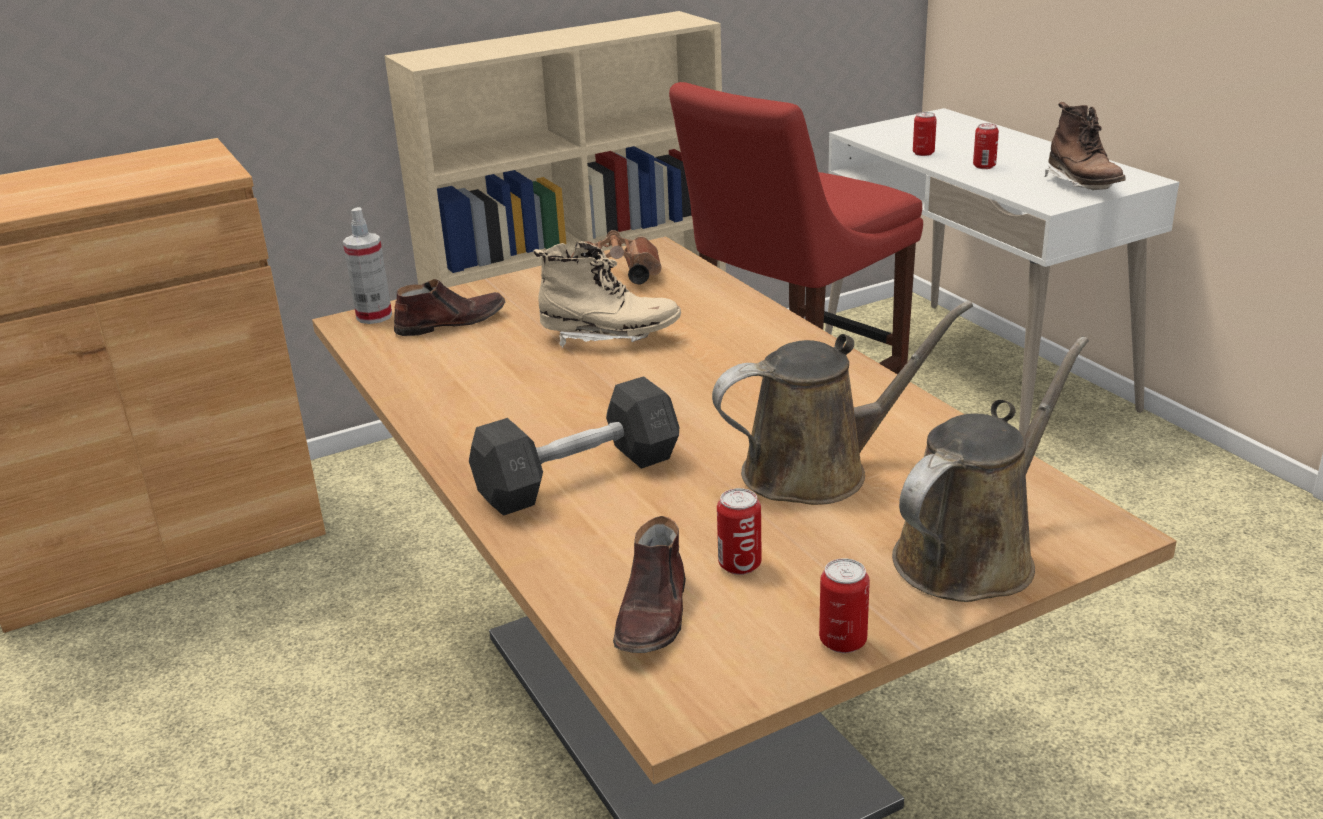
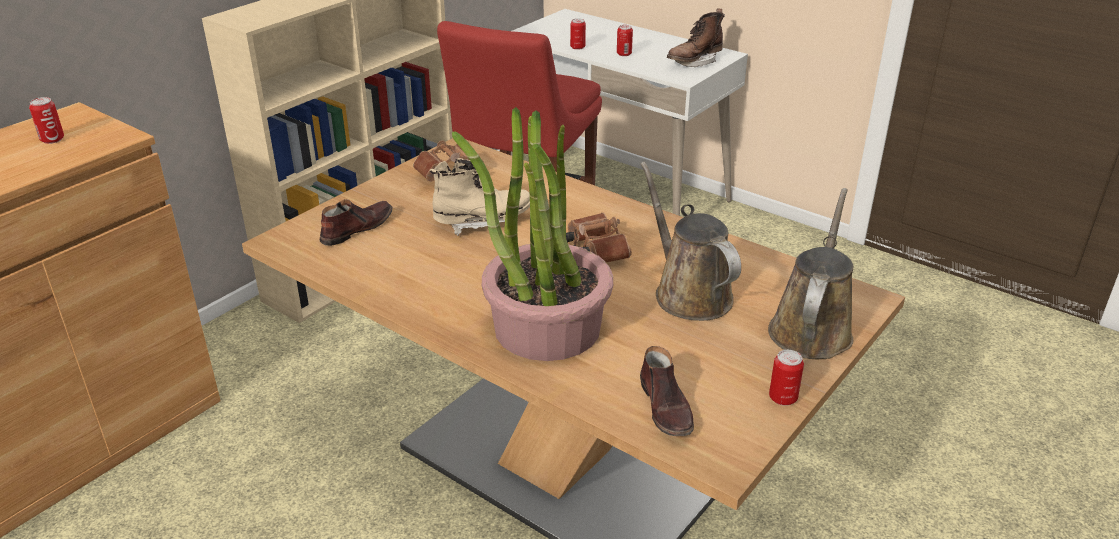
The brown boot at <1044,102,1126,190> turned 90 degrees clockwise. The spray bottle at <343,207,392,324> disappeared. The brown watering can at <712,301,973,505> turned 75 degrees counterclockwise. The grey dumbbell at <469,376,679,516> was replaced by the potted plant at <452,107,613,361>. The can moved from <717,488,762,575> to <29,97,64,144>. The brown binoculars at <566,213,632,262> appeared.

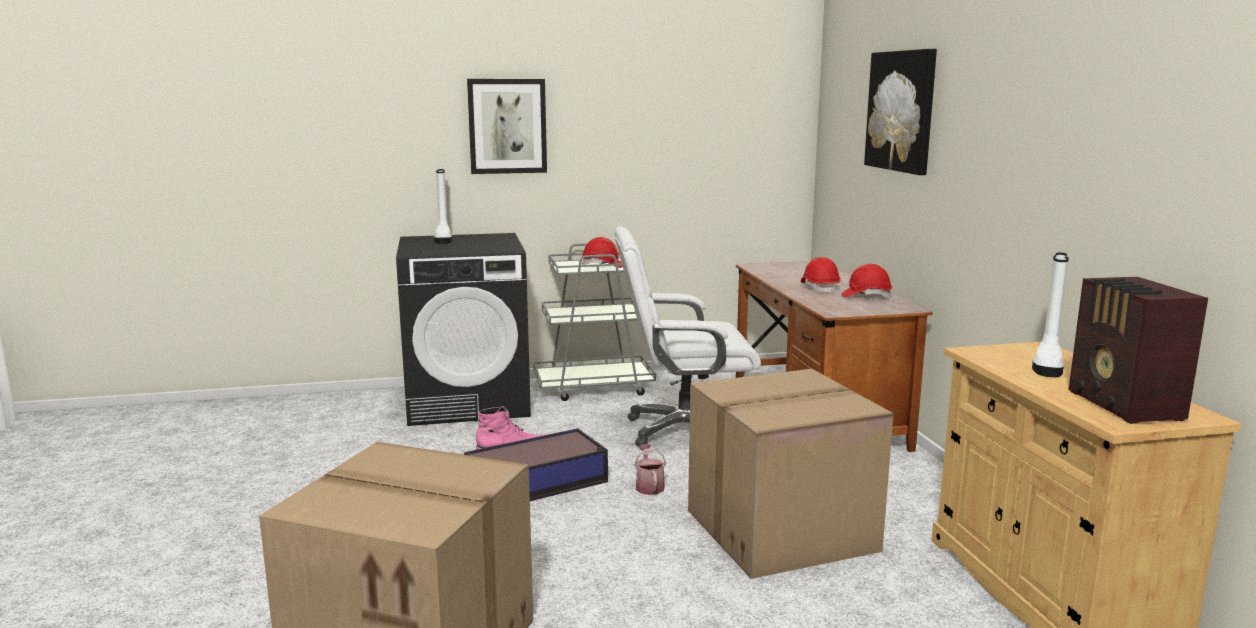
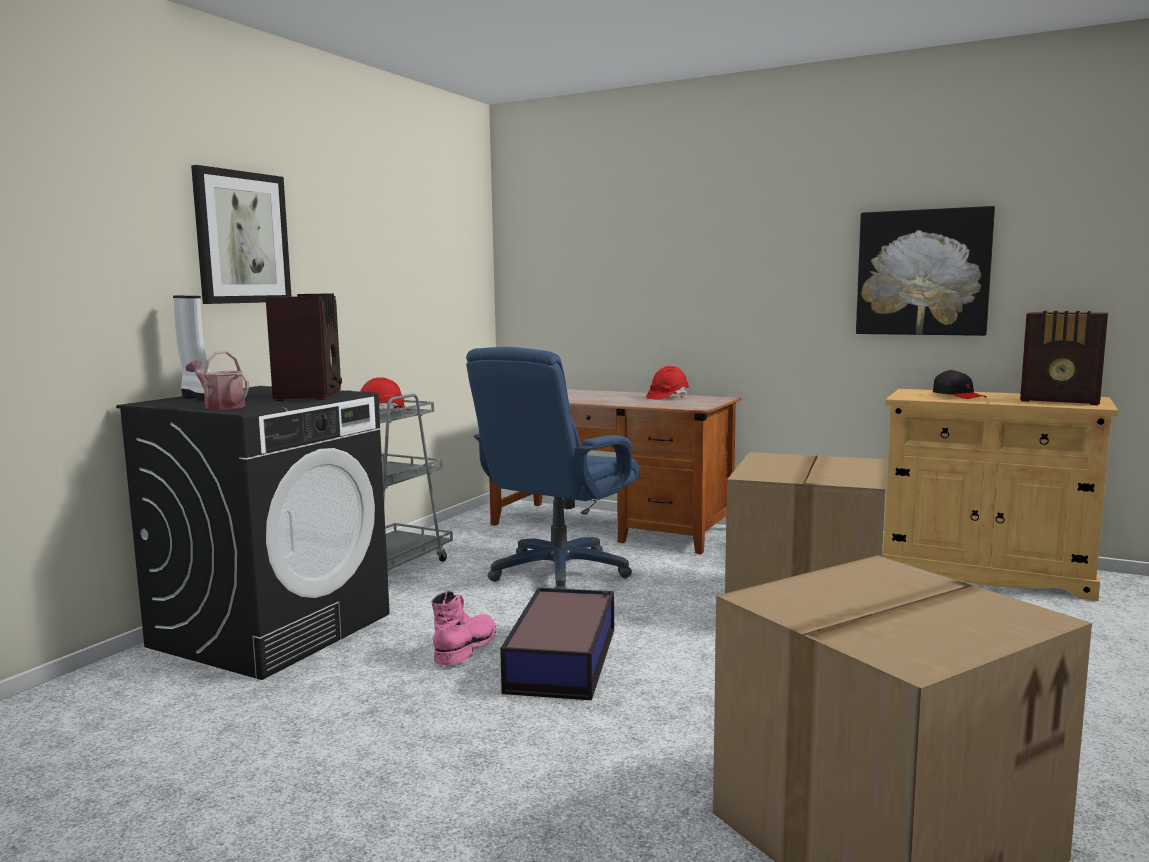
The picture moved from <864,49,937,175> to <856,206,995,336>. The white office chair at <614,226,761,446> became the blue office chair at <466,347,640,589>. The white boot at <1032,253,1069,377> was replaced by the black cap at <933,370,987,399>. The red hard hat at <801,257,841,294> disappeared. The watering can moved from <634,444,666,495> to <186,351,249,410>. The radio at <265,293,342,401> appeared.

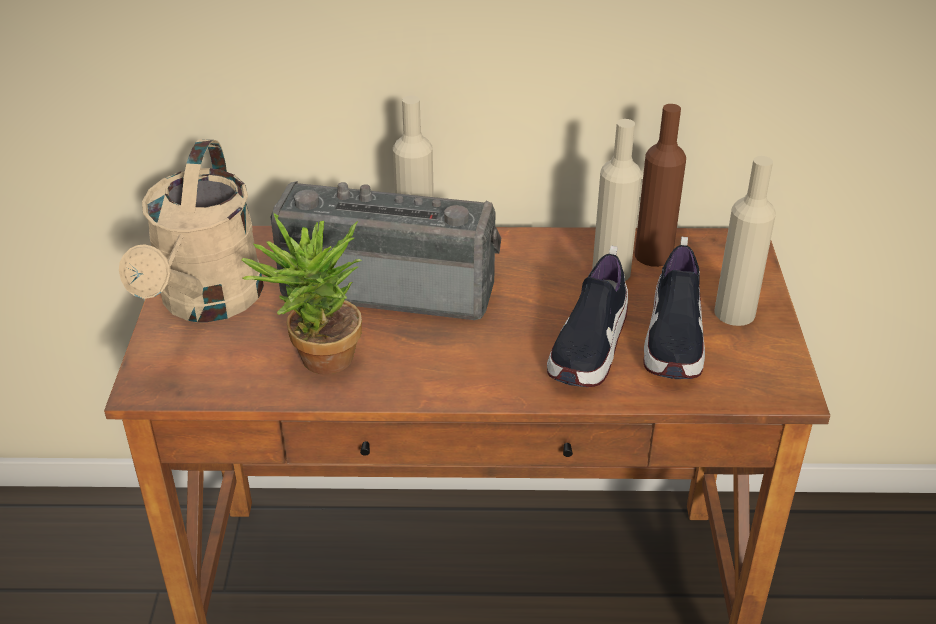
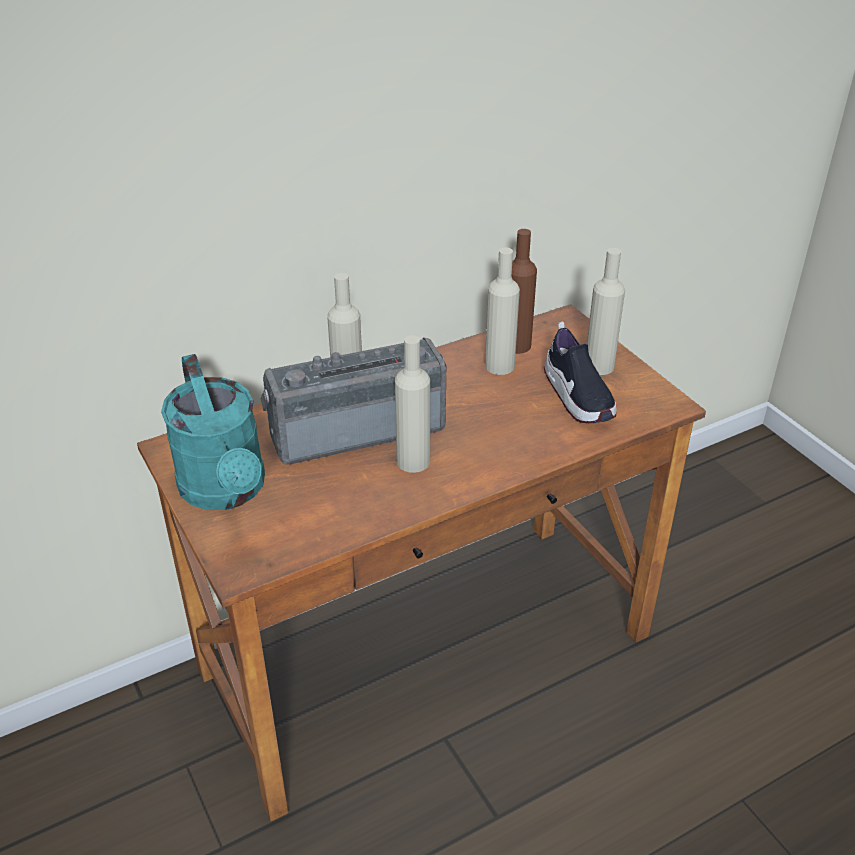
The beige watering can at <119,139,264,322> became the turquoise watering can at <161,354,265,510>. The potted plant at <242,213,362,374> disappeared. The shoe at <547,245,628,387> disappeared. The beige bottle at <395,335,430,473> appeared.

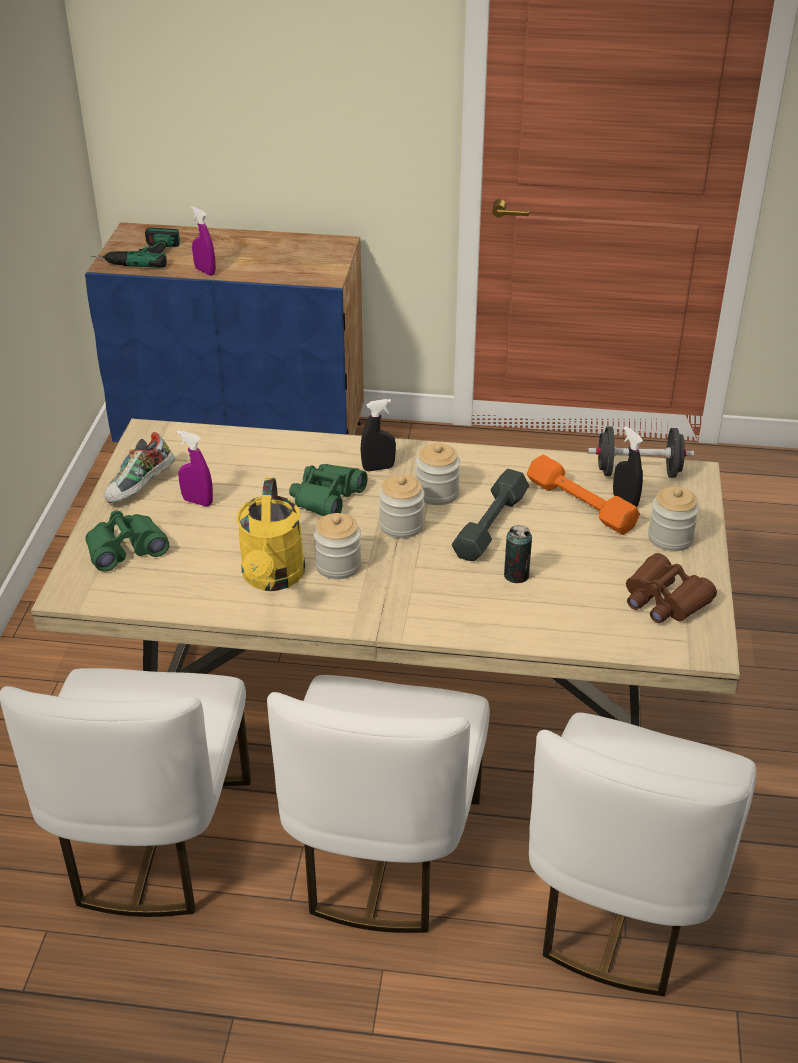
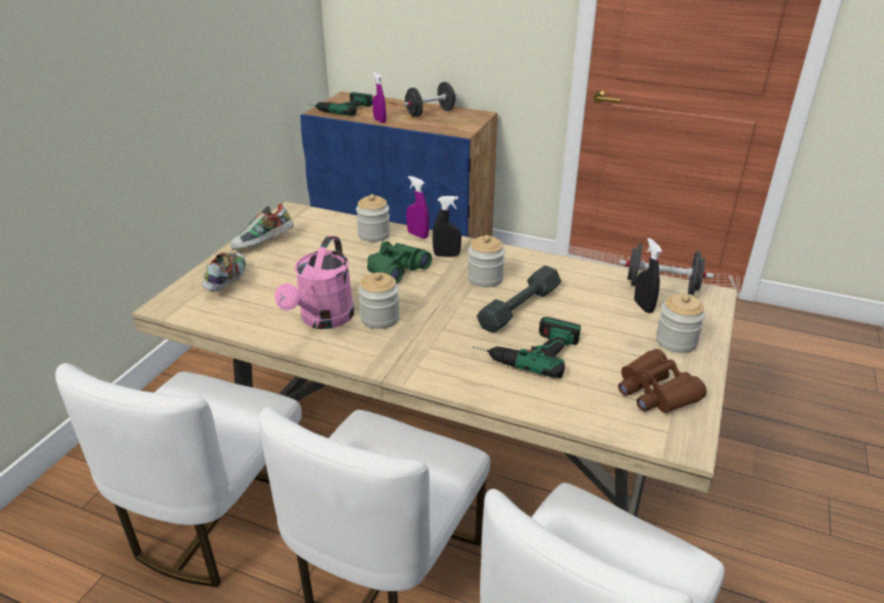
The purple spray bottle moved from <177,430,213,506> to <406,176,429,239>. The orange dumbbell at <527,455,640,535> disappeared. The jar moved from <379,474,425,539> to <356,194,390,242>. The yellow watering can at <236,478,305,591> became the pink watering can at <275,235,354,329>. The green binoculars at <85,510,169,572> was replaced by the shoe at <202,252,246,292>. The can at <504,525,532,583> was replaced by the power drill at <472,317,581,379>. The black dumbbell at <403,82,456,117> appeared.

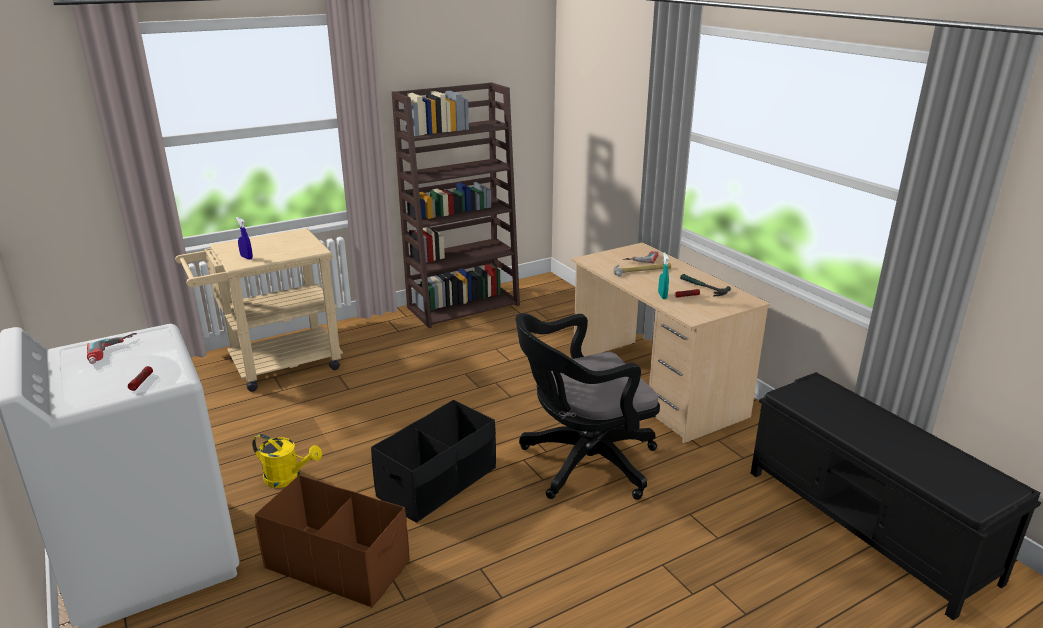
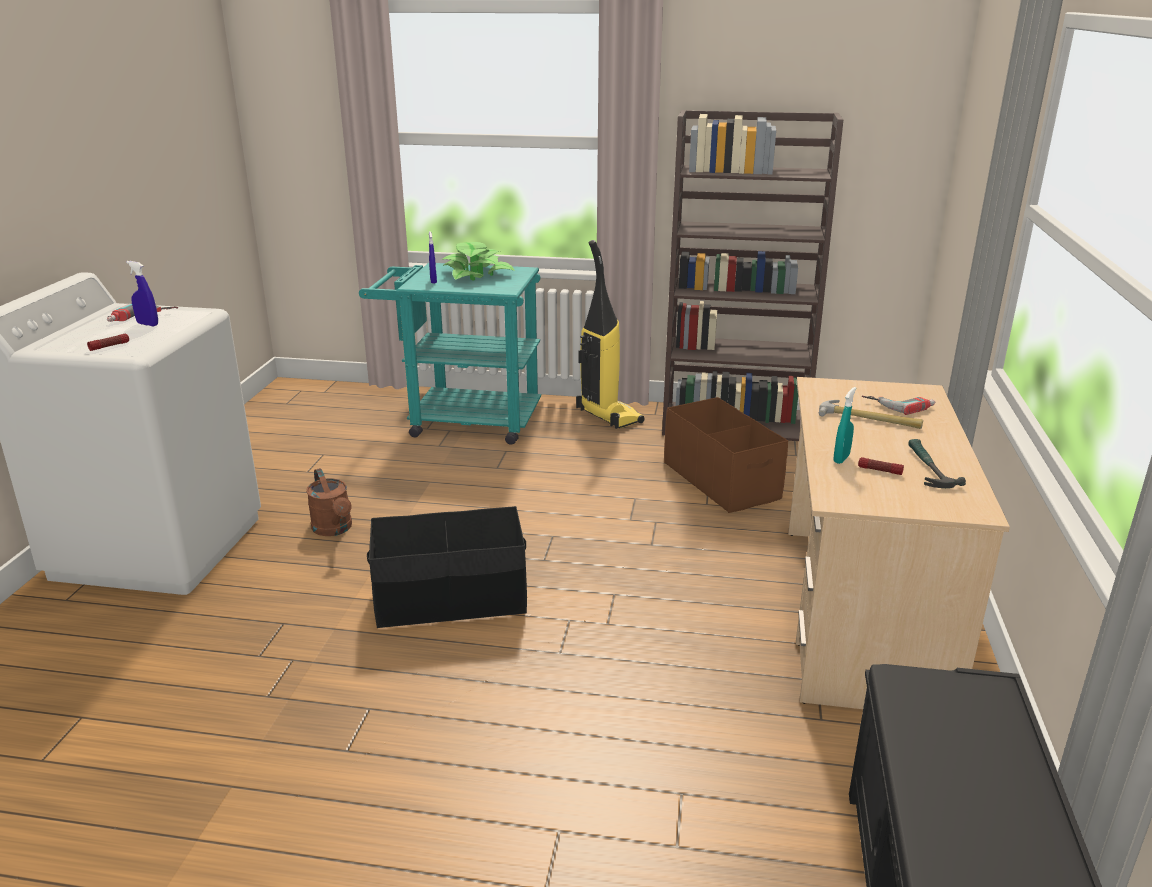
The beige cart at <175,228,343,392> became the turquoise cart at <359,263,541,445>. The black office chair at <515,313,660,500> disappeared. The yellow watering can at <252,434,322,488> became the brown watering can at <306,468,352,536>. The brown storage box moved from <255,475,409,608> to <664,397,788,513>. The vacuum cleaner at <576,240,645,429> appeared. The potted plant at <443,242,515,281> appeared. The blue spray bottle at <126,261,158,326> appeared.

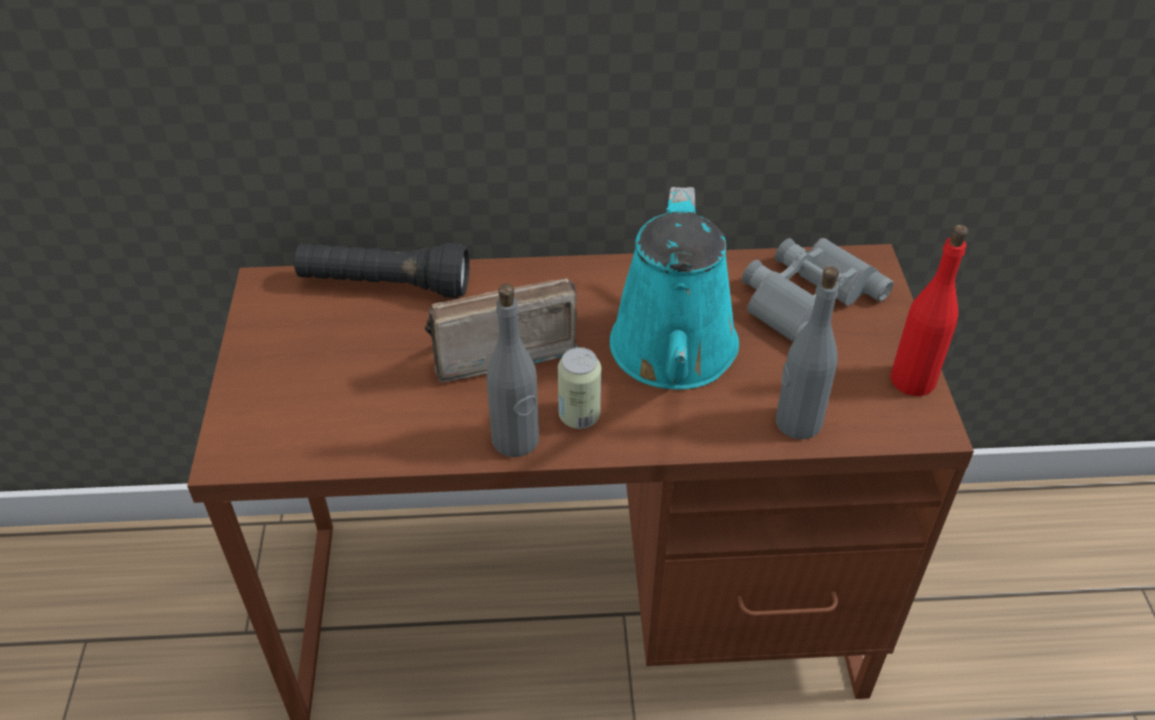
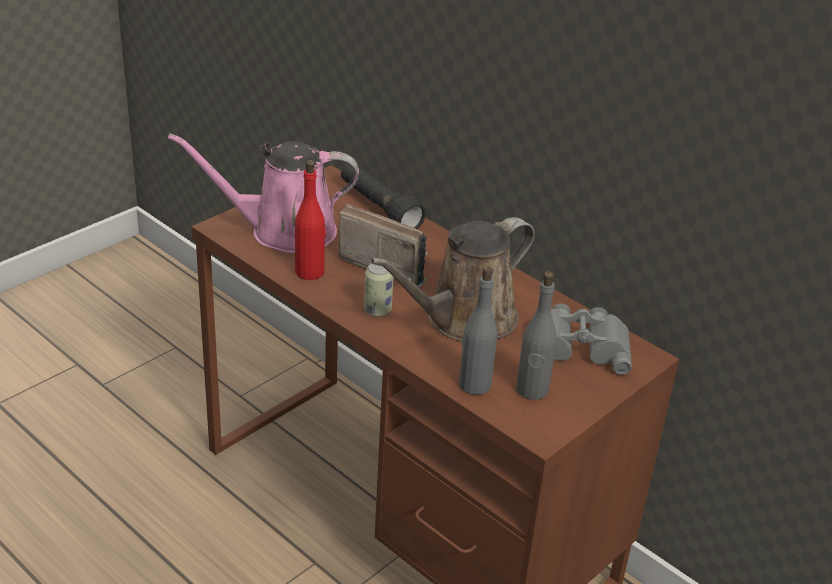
The turquoise watering can at <610,187,739,390> became the brown watering can at <370,217,535,341>. The red bottle moved from <890,225,968,396> to <295,160,326,280>. The grey bottle moved from <487,284,539,457> to <516,271,557,400>. The pink watering can at <168,133,359,254> appeared.

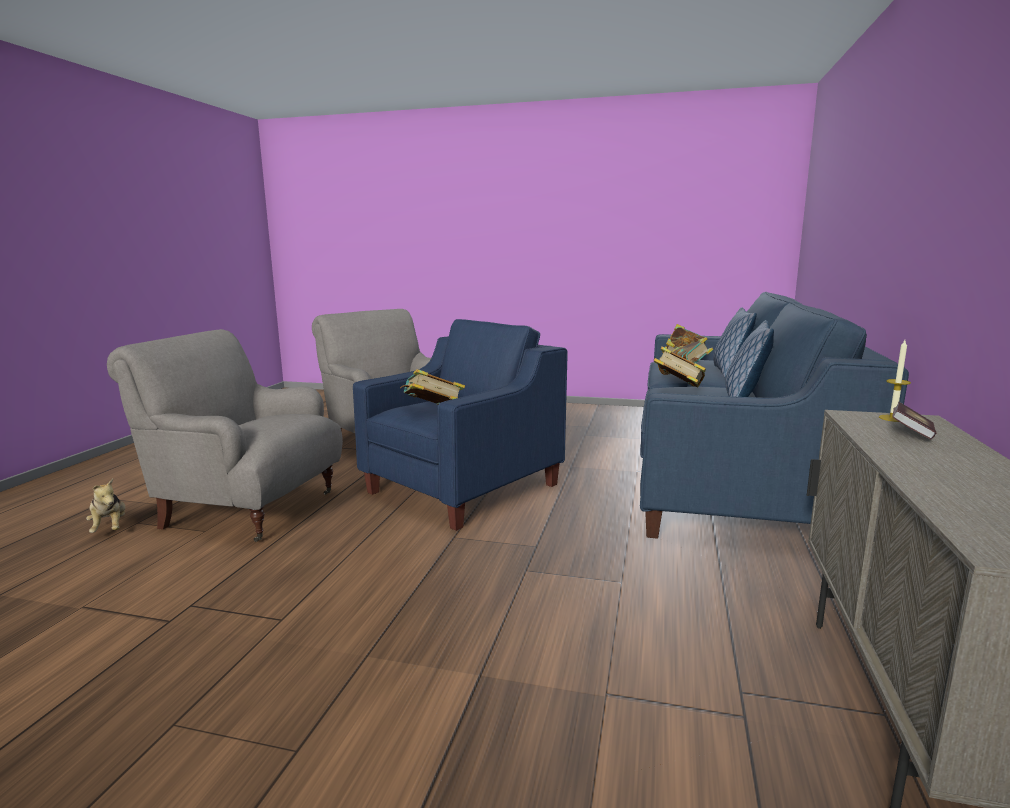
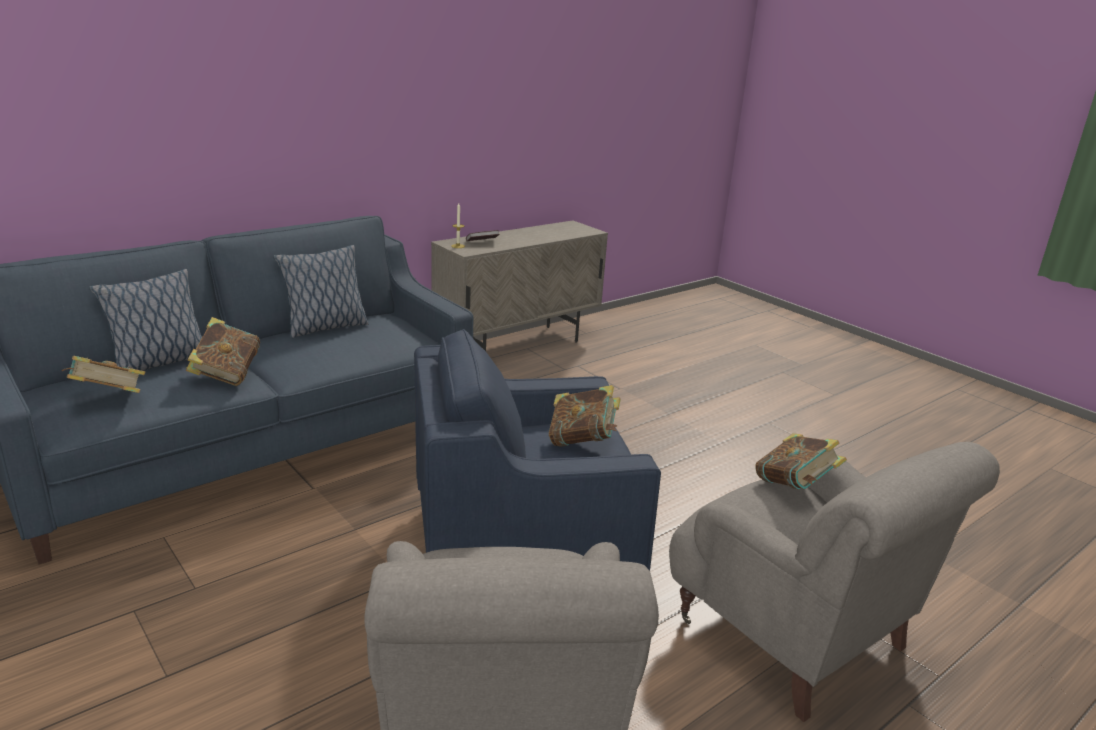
The book moved from <654,346,706,388> to <755,433,847,489>. The plush toy at <86,478,126,533> disappeared.

